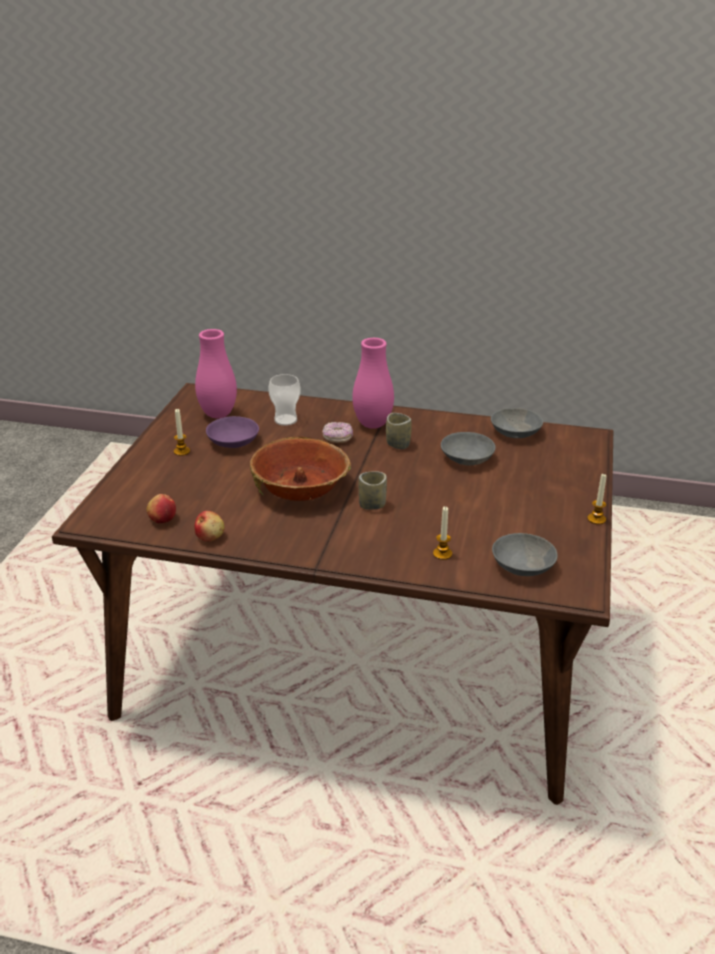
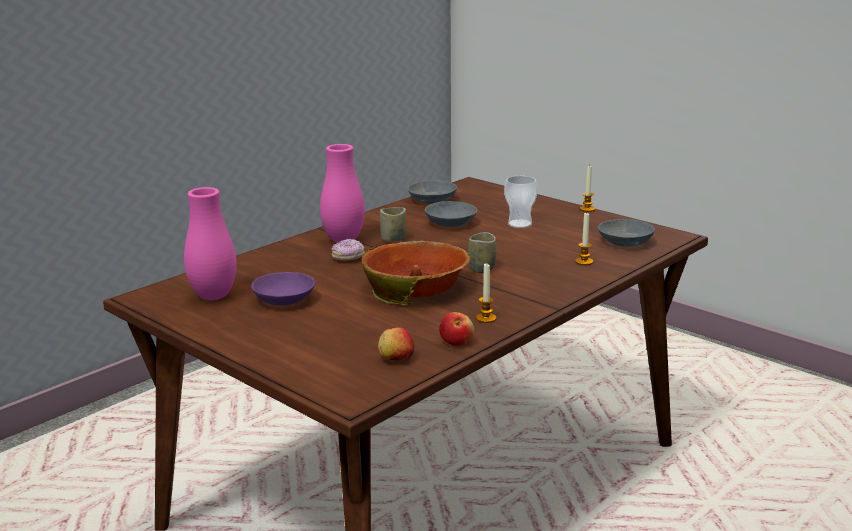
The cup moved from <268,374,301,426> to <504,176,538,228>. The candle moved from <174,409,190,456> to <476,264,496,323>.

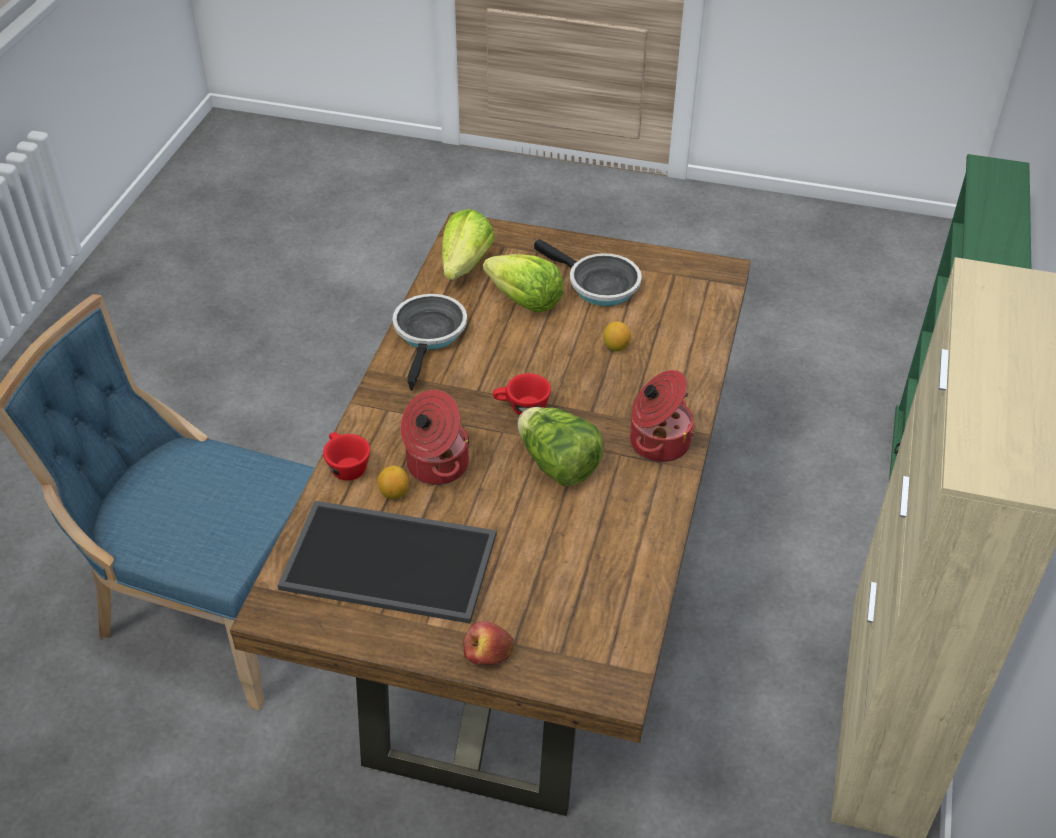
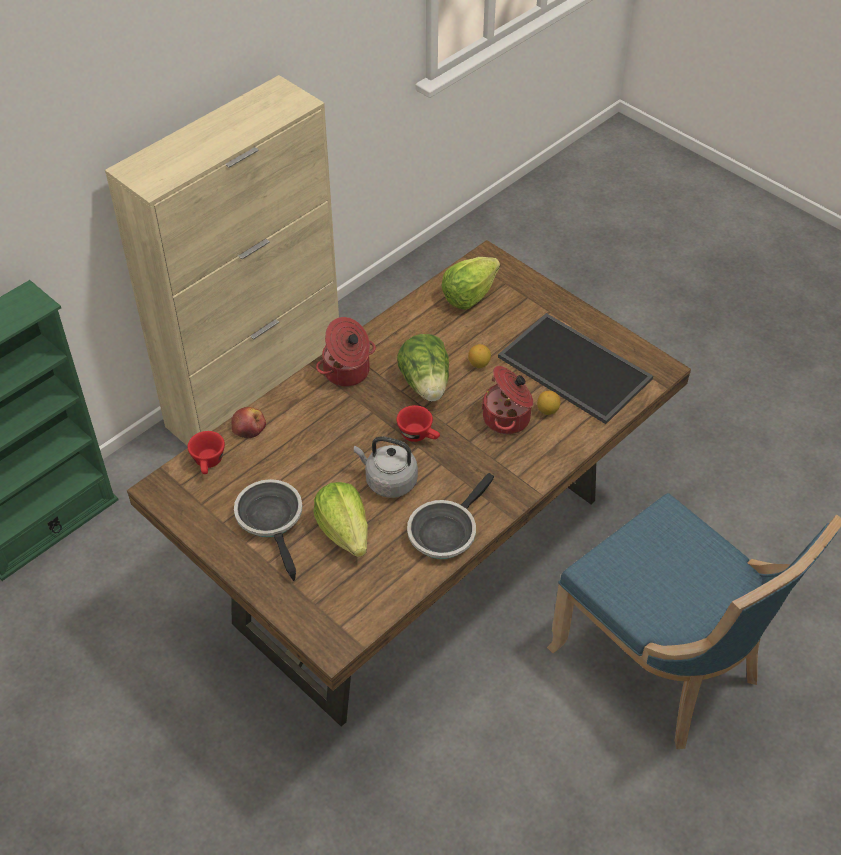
The lettuce moved from <442,209,495,280> to <441,257,500,310>. The lemon moved from <603,321,631,352> to <468,344,491,368>. The red cup moved from <323,432,370,481> to <188,431,225,474>. The apple moved from <463,621,514,665> to <231,407,266,438>. The grey kettle at <354,436,418,498> appeared.

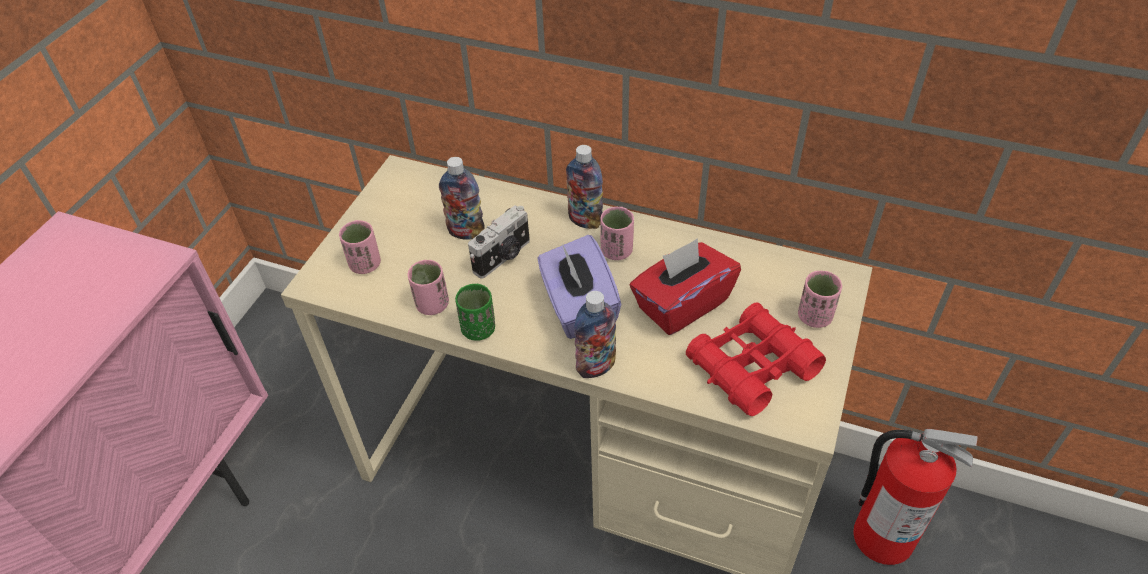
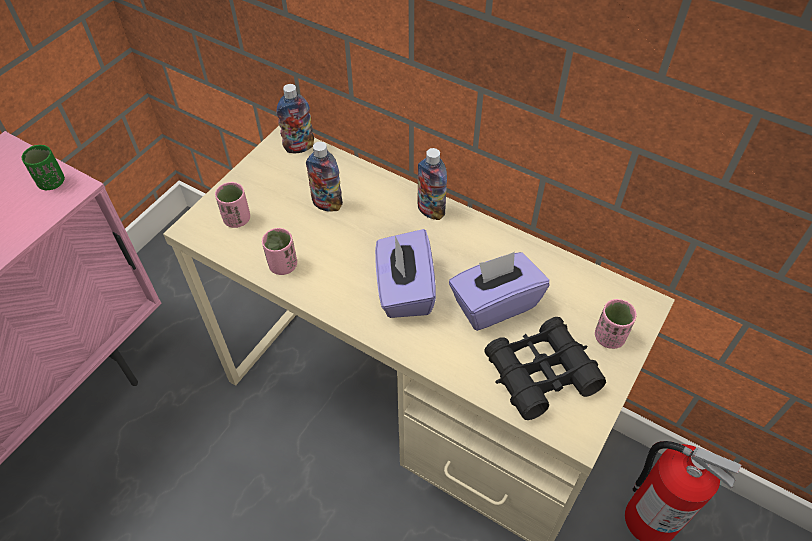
The photo camera at <468,205,530,279> disappeared. The pink cup at <600,207,634,260> disappeared. The red tissue box at <630,238,741,335> became the purple tissue box at <449,252,550,331>. The green cup moved from <455,284,495,341> to <22,145,65,190>. The bottle moved from <574,291,616,378> to <277,84,314,153>. The red binoculars at <686,303,826,416> became the black binoculars at <484,317,606,420>.

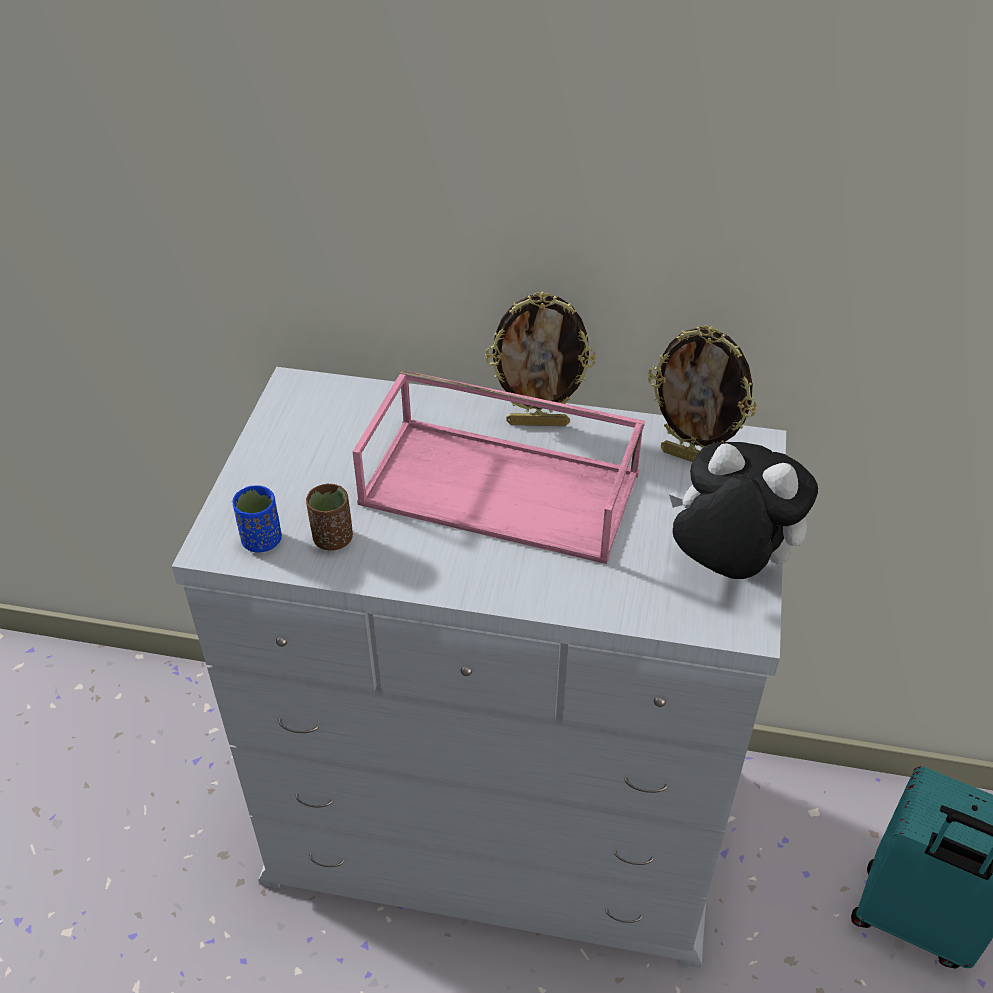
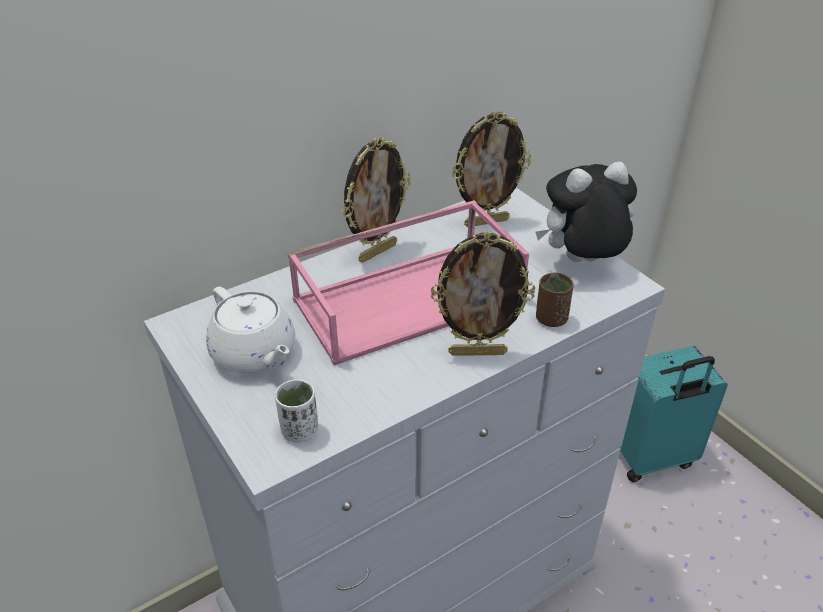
The brown cup moved from <306,484,353,550> to <536,272,573,327>. The blue cup at <232,485,282,552> became the white cup at <275,379,319,443>. The picture frame at <430,231,535,356> appeared. The white teapot at <206,287,295,374> appeared.

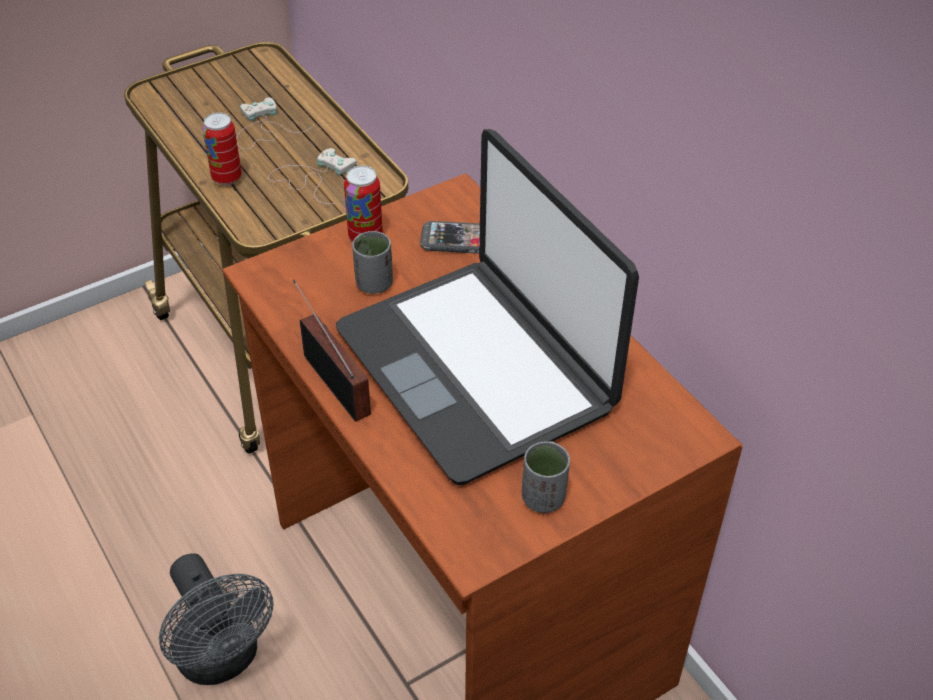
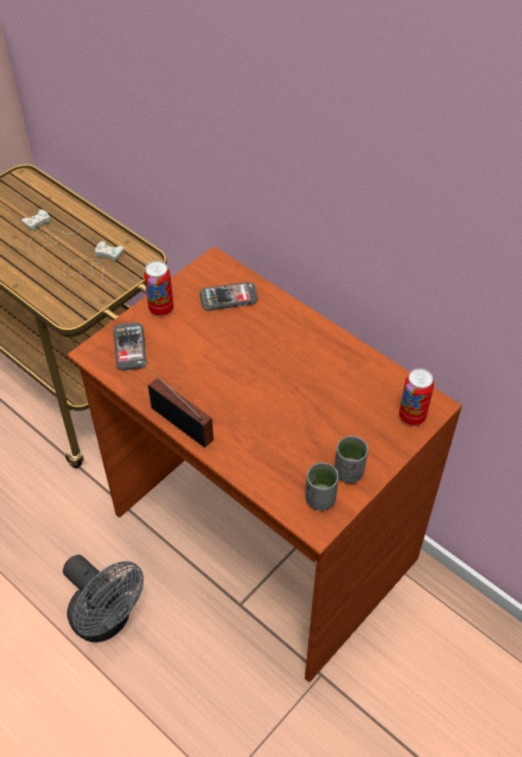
The can moved from <203,112,242,185> to <399,368,434,426>. The laptop at <336,129,639,485> disappeared. The grey cup moved from <352,231,393,294> to <306,462,339,511>. The phone at <114,322,147,371> appeared.

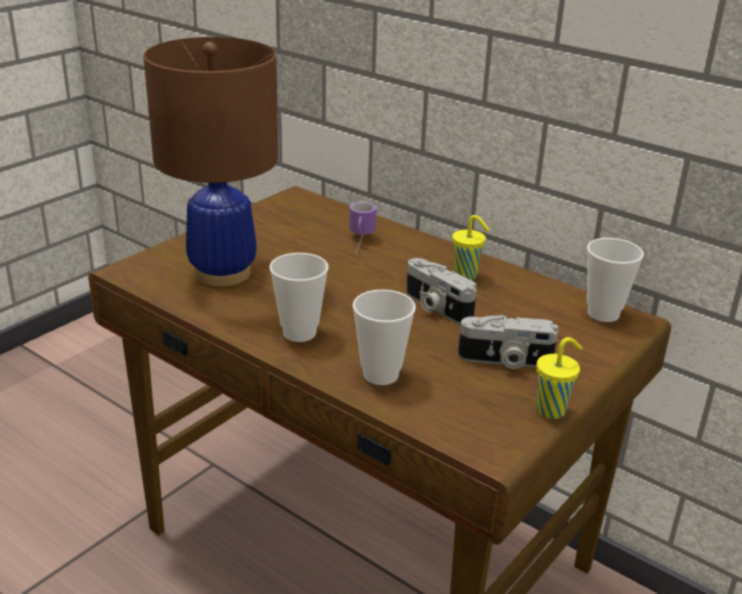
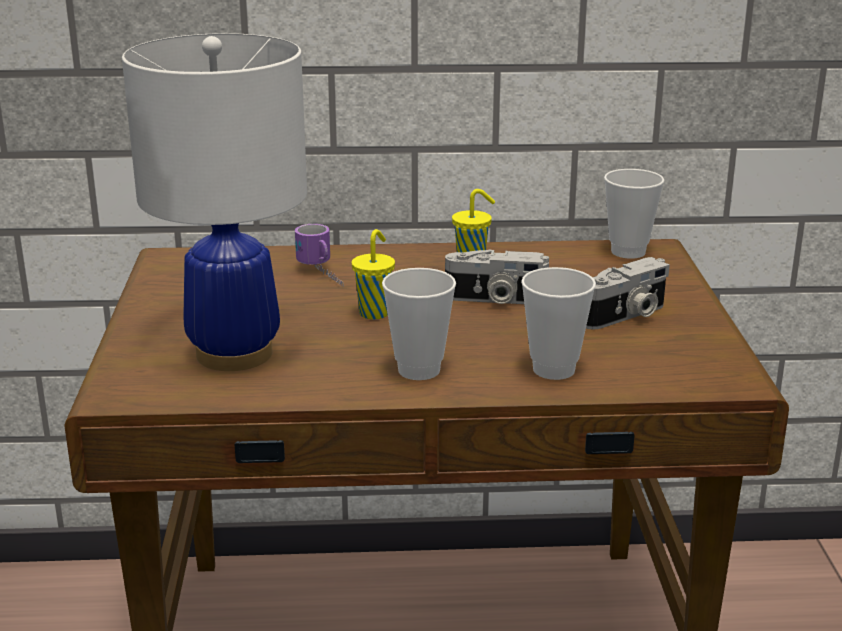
The brown table lamp at <143,37,278,287> became the white table lamp at <122,33,307,371>. The yellow cup moved from <536,337,582,419> to <352,229,395,320>.

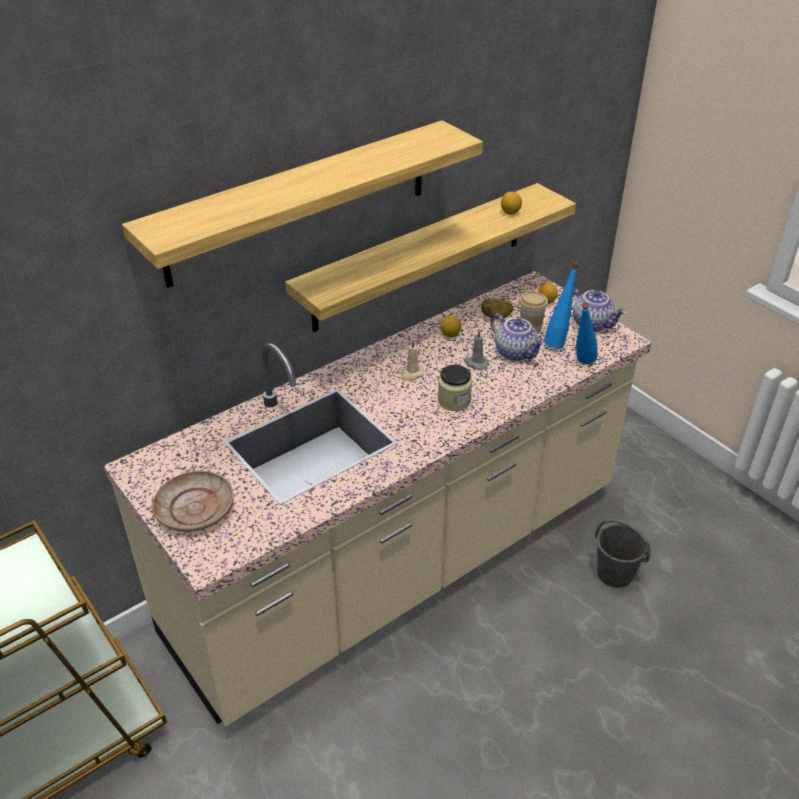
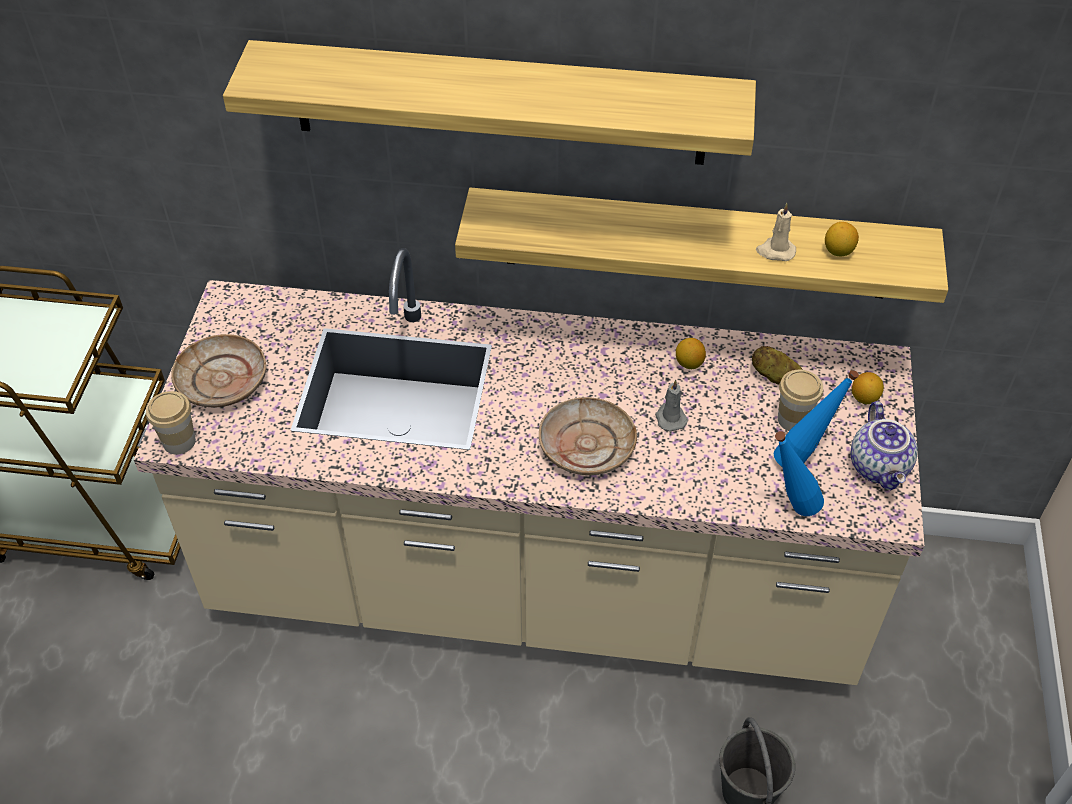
The teapot at <490,313,545,361> disappeared. The beige candle moved from <401,340,425,381> to <756,203,796,261>. The jar at <438,365,472,411> was replaced by the beige plate at <539,397,637,475>. The cup at <146,391,196,455> appeared.

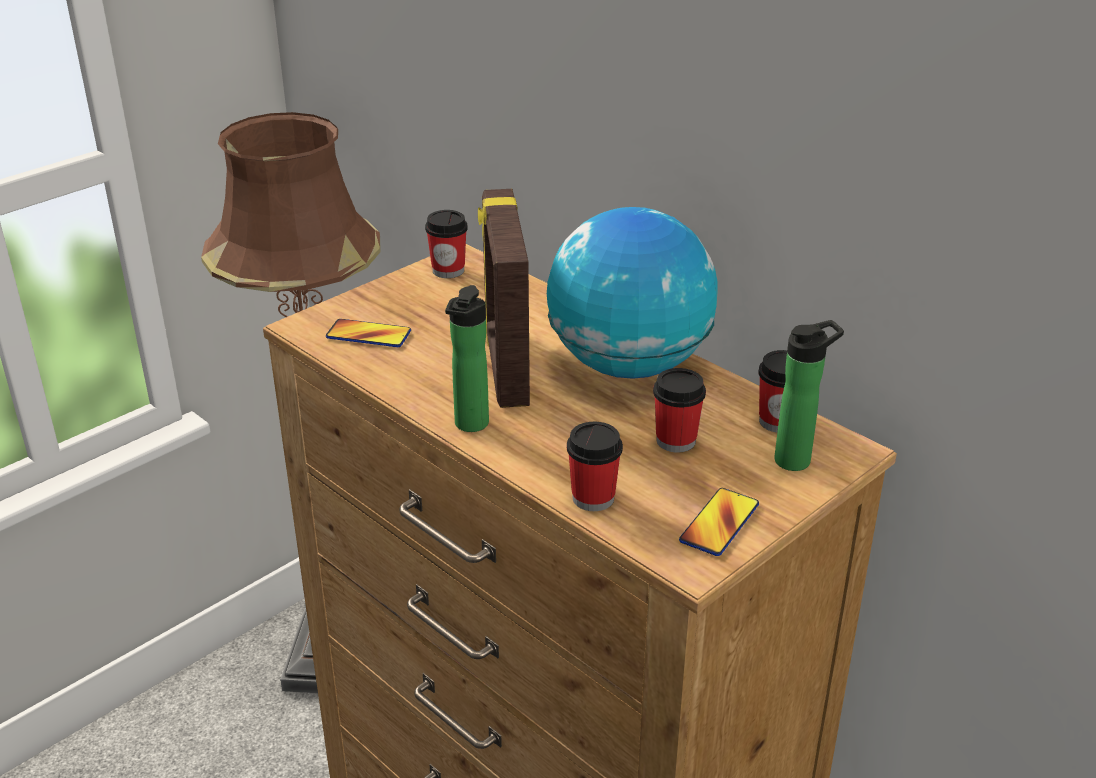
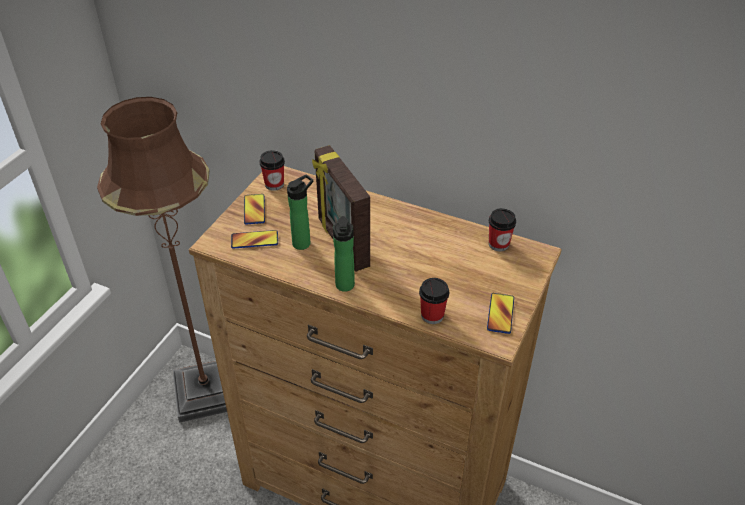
The globe at <547,207,717,379> disappeared. The bottle moved from <774,320,844,471> to <287,175,313,250>. The cup at <653,368,706,452> disappeared. The phone at <244,194,265,224> appeared.

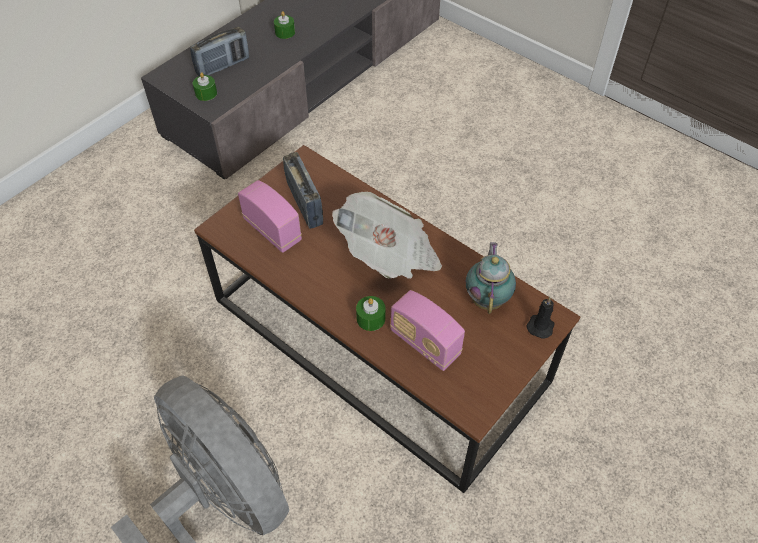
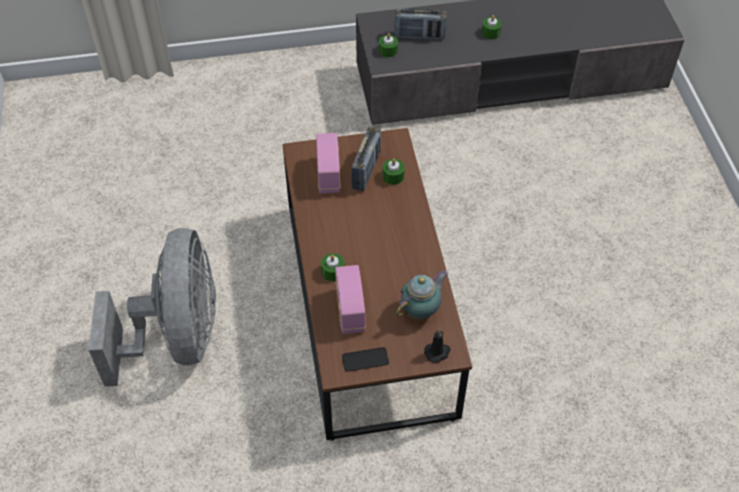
The newspaper at <332,192,442,279> disappeared. The green candle at <382,159,405,185> appeared. The phone at <342,347,389,372> appeared.

